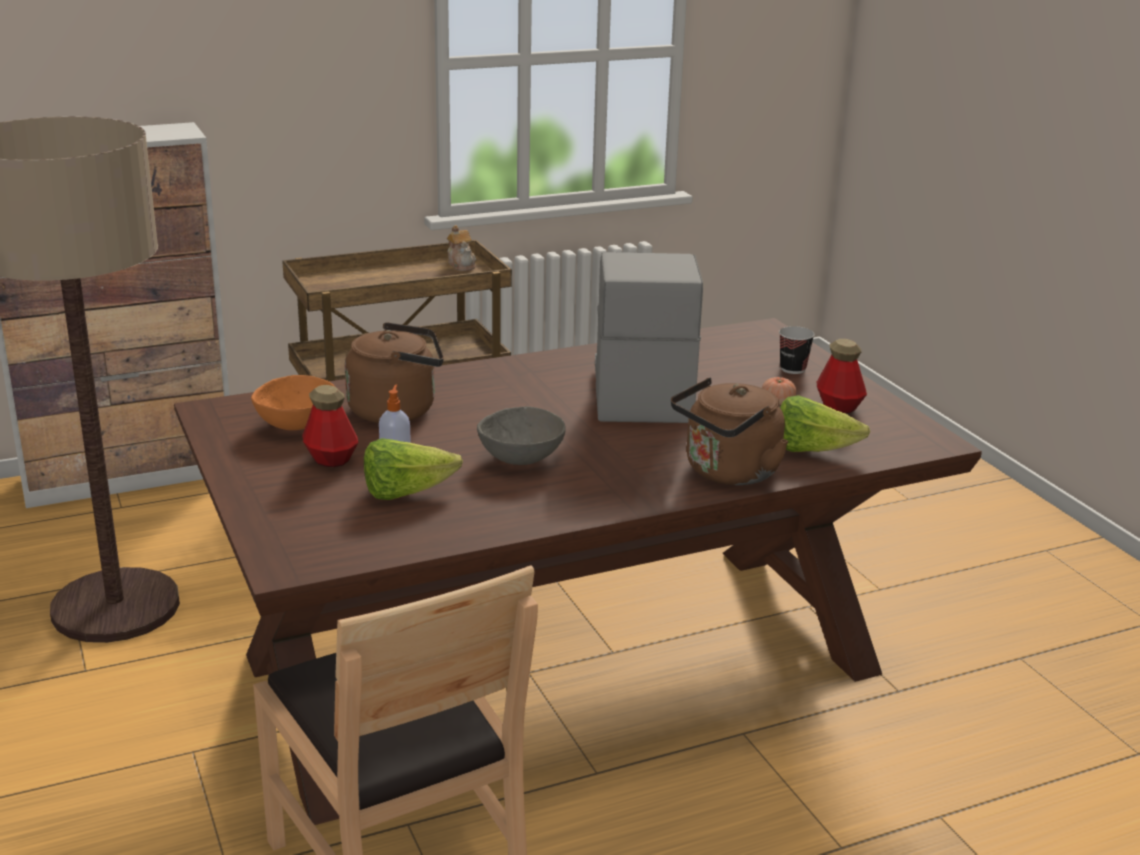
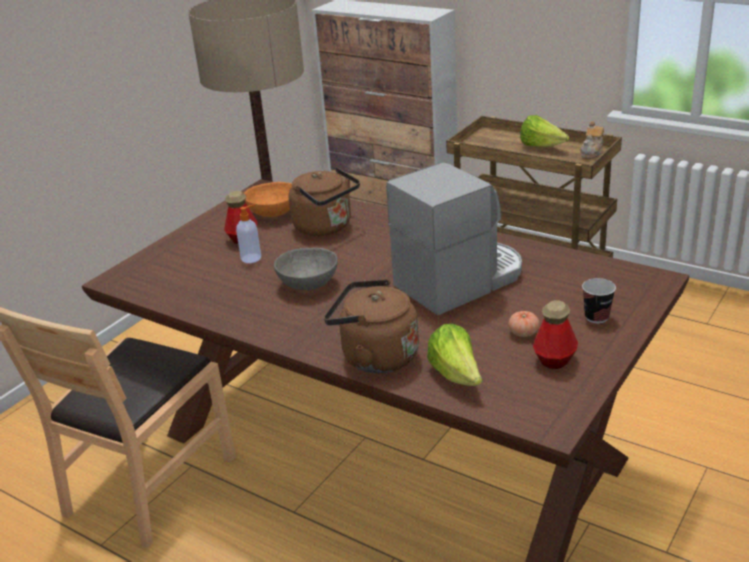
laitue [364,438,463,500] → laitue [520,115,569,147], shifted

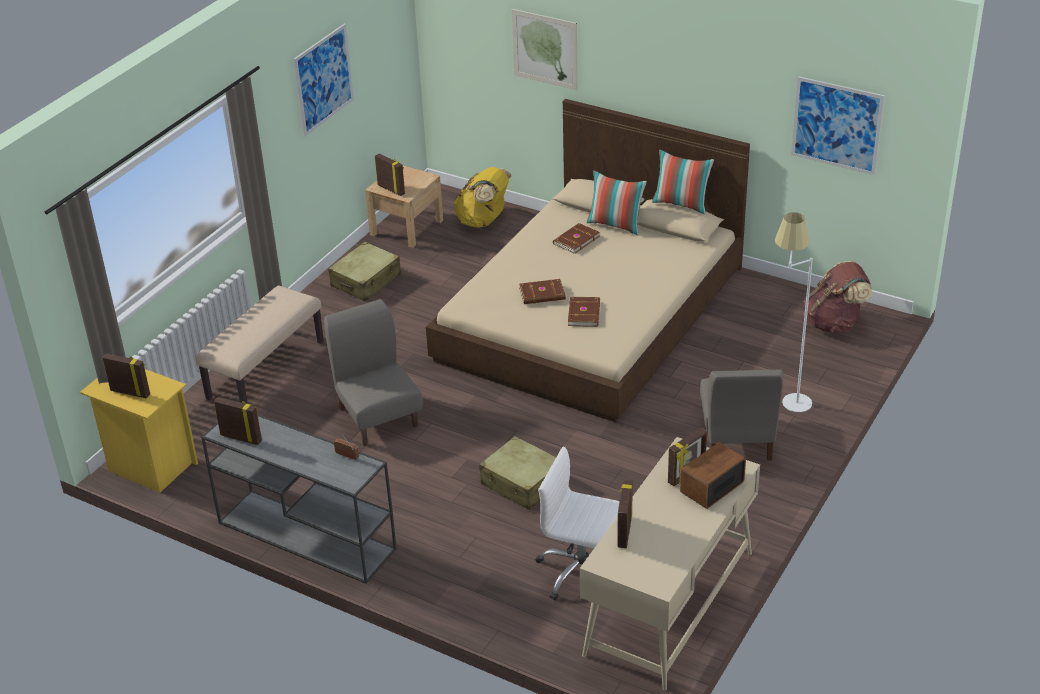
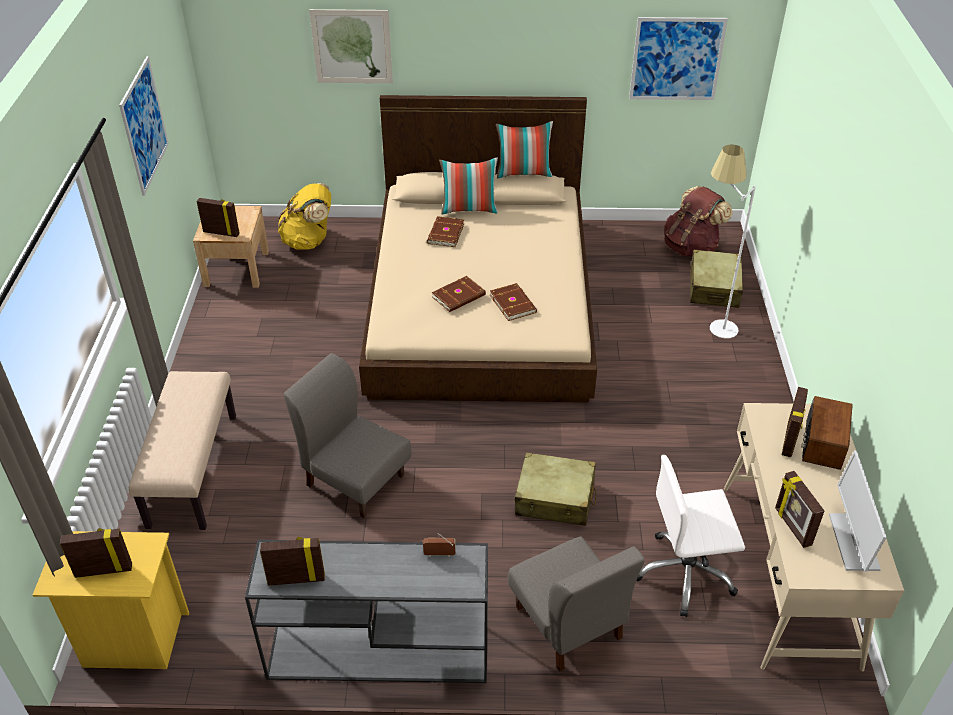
chaise [gris] [700,369,783,461] → chaise [gris] [507,536,645,672], shifted
valise [beige] [328,242,401,301] → valise [beige] [690,250,744,308], shifted
- → écran d'ordinateur [829,450,887,572]

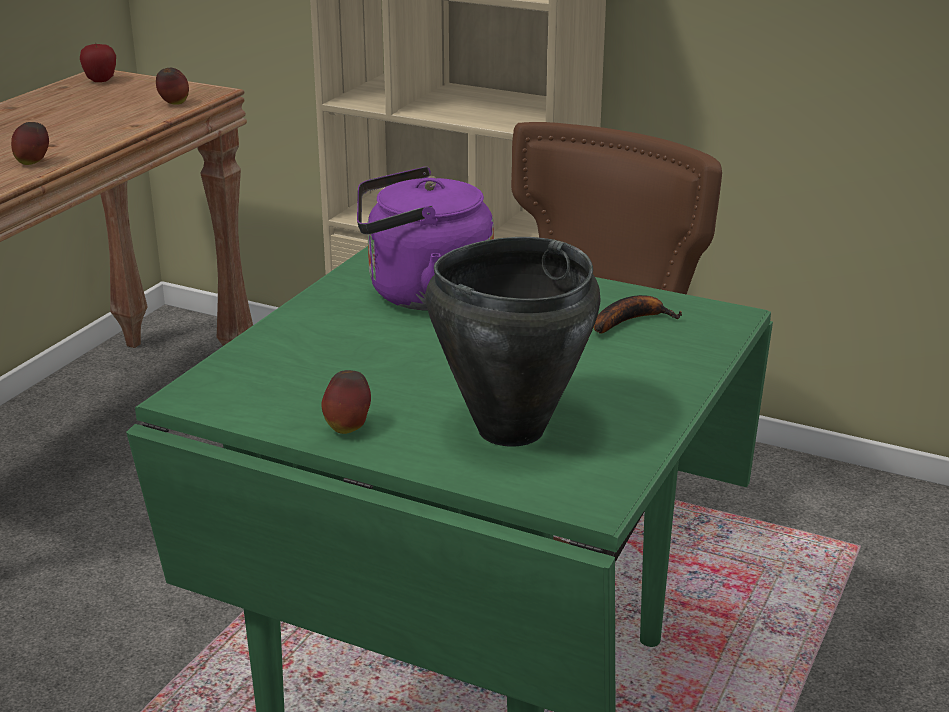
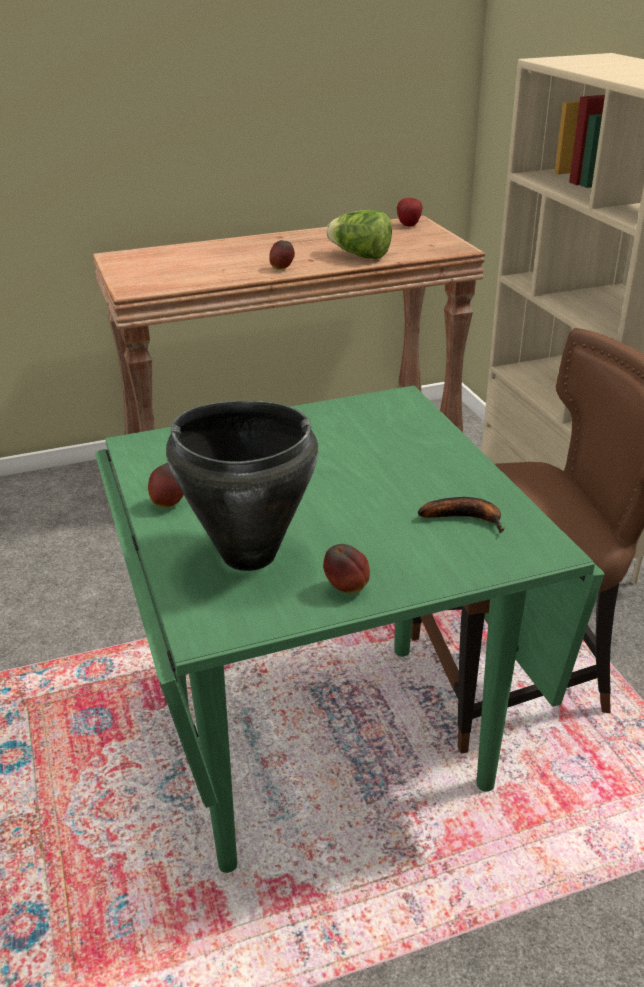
pomme [156,68,189,105] → pomme [323,544,370,593], shifted
- → laitue [326,209,392,259]
bouilloire [violet] [357,167,494,311] → -

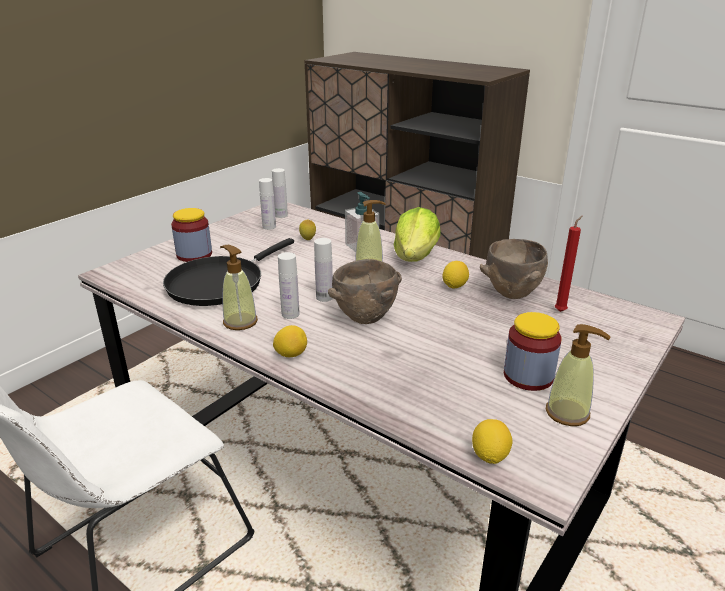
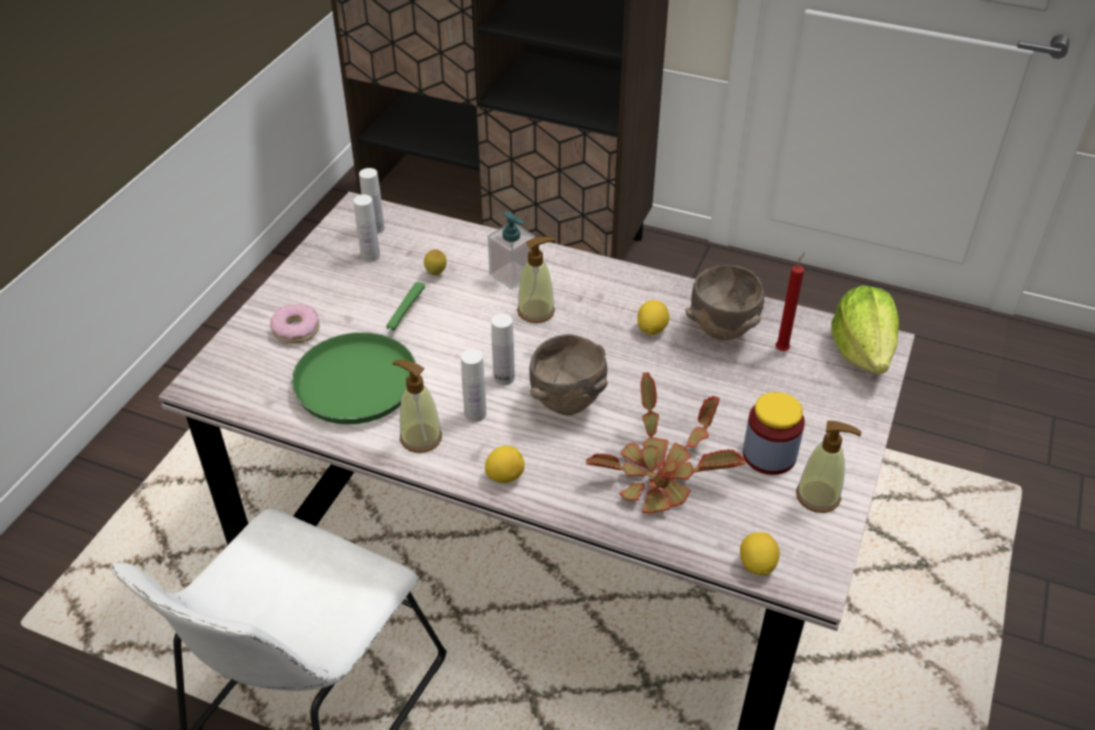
bocal [171,208,212,262] → beignet [270,304,320,343]
poêle [noir] [163,238,294,306] → poêle [vert] [291,282,425,424]
- → plante en pot [586,372,745,513]
laitue [394,207,441,262] → laitue [831,285,899,374], shifted

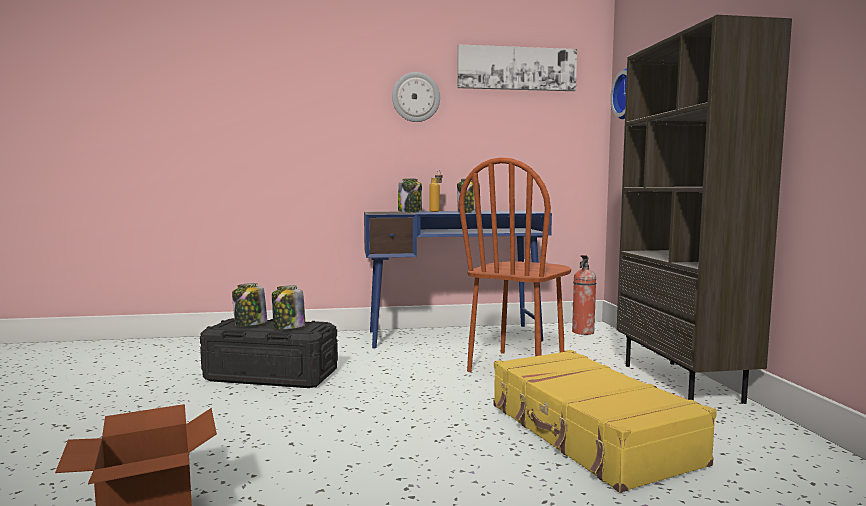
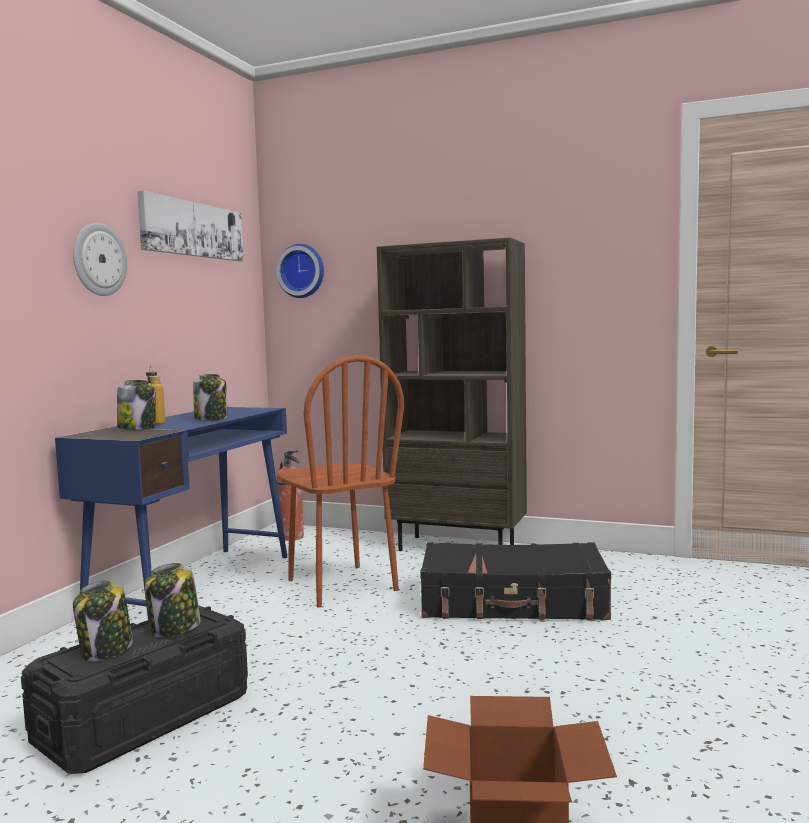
valise [jaune] [493,350,717,493] → valise [noir] [420,542,611,620]

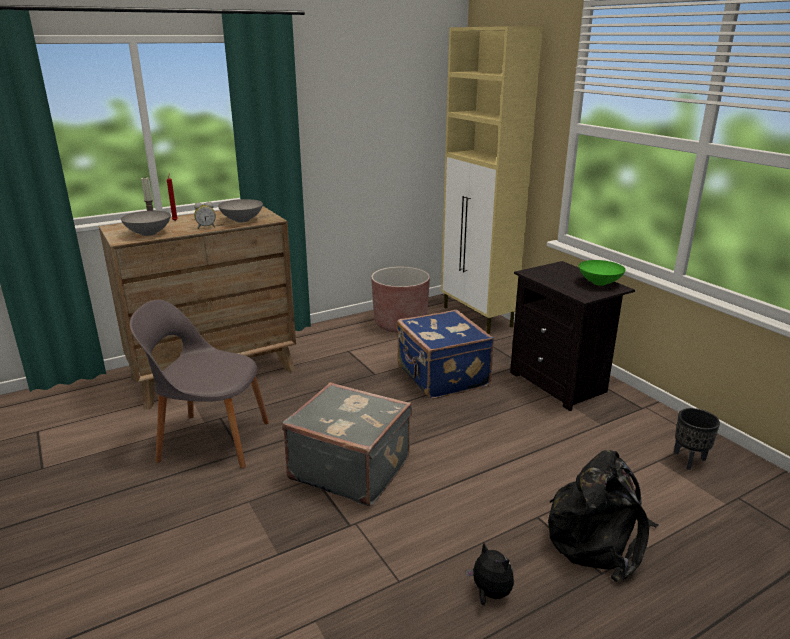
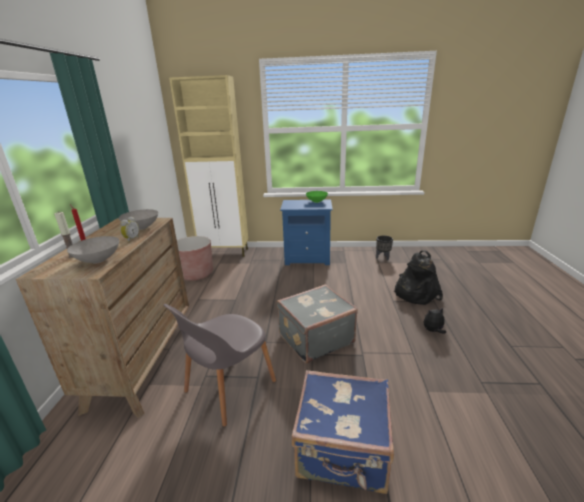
table de chevet [noir] [510,261,635,411] → table de chevet [bleu] [280,199,333,265]
valise [bleu] [397,310,494,399] → valise [bleu] [292,370,394,494], shifted

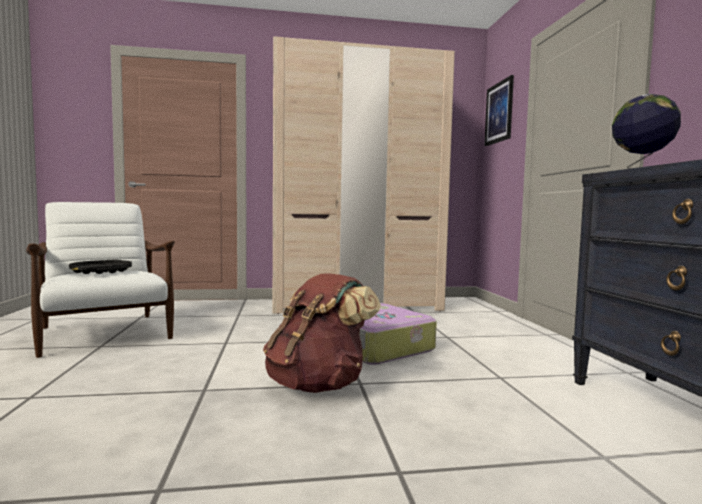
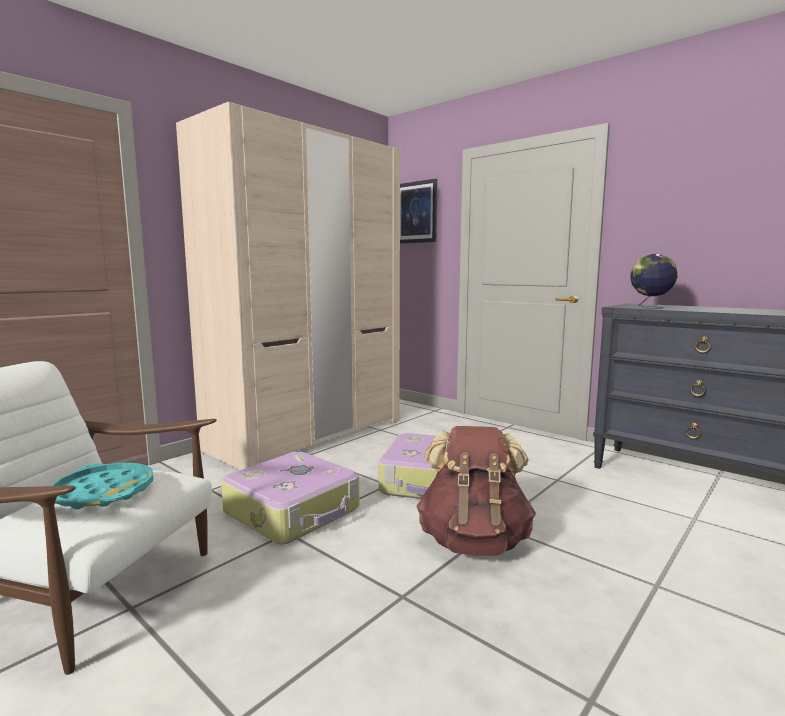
plateau [noir] [69,260,132,274] → plateau [turquoise] [51,463,153,509]
- → valise [221,452,359,545]

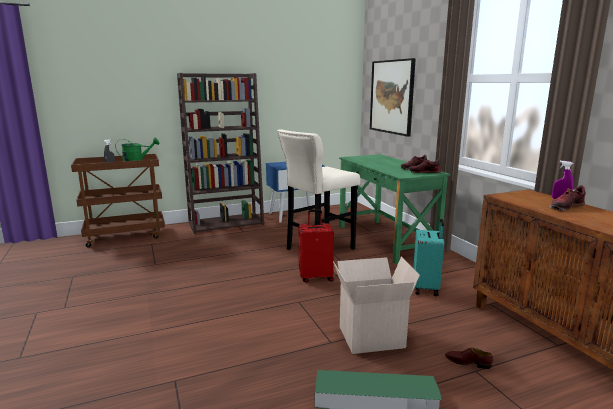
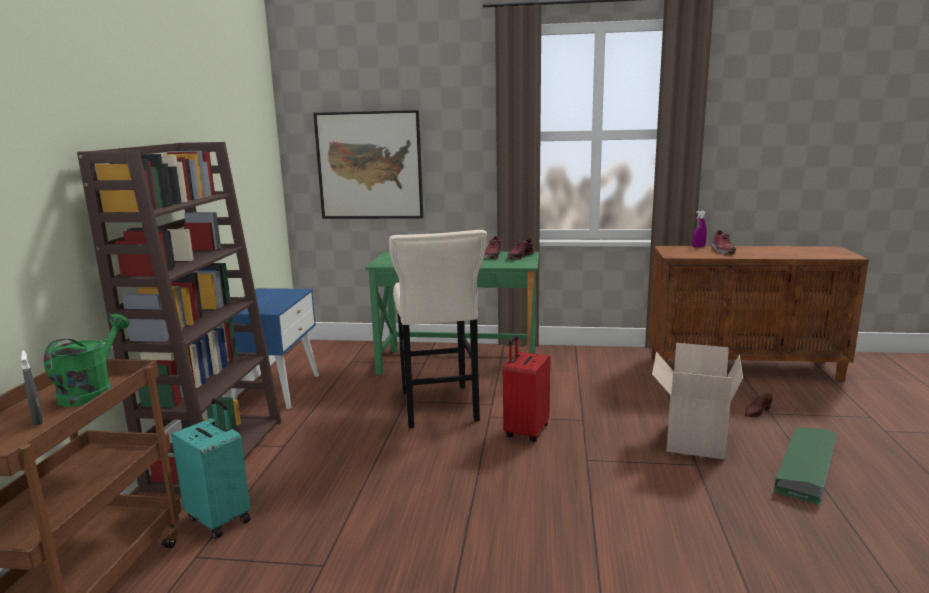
valise [turquoise] [413,219,444,296] → valise [turquoise] [171,398,251,539], shifted

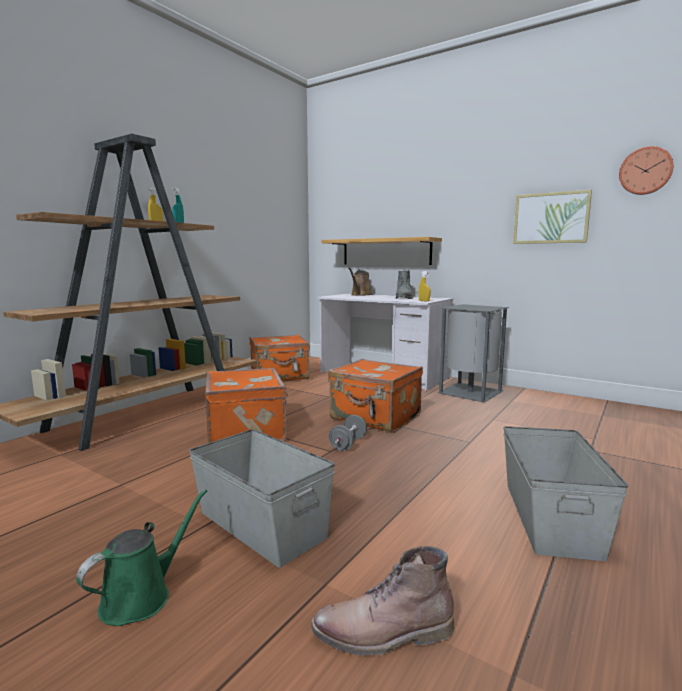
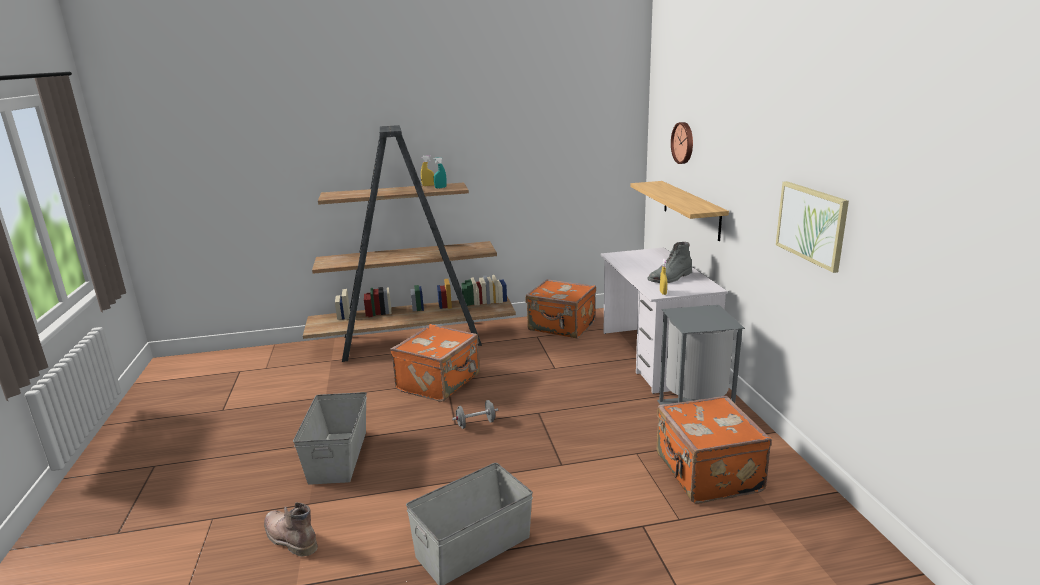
valise [orange] [328,359,423,433] → valise [orange] [656,396,772,504], shifted
horloge murale [619,146,673,195] → horloge murale [671,122,693,164], shifted
arrosoir [vert] [76,489,207,626] → -
arrosoir [marron] [348,268,372,296] → -

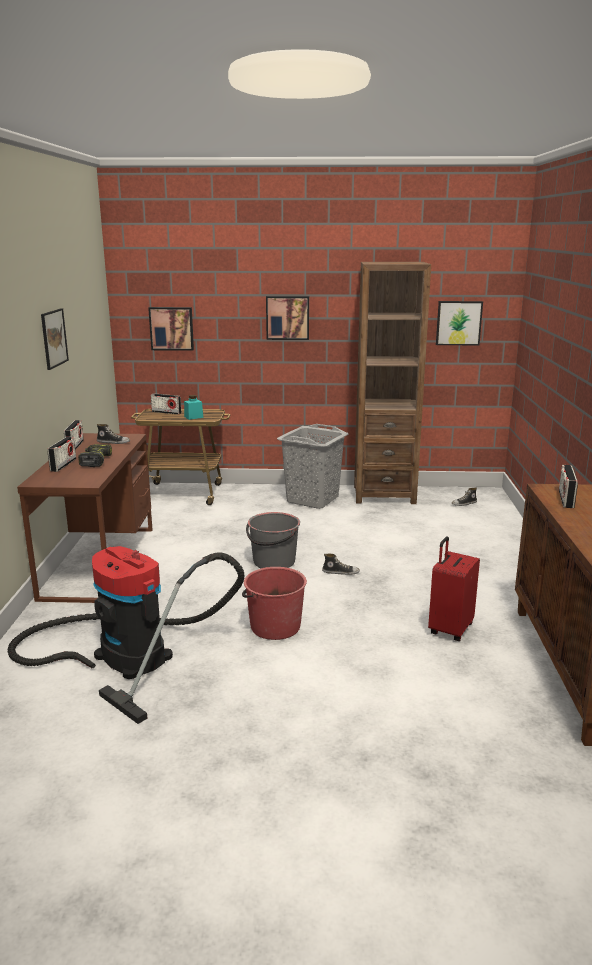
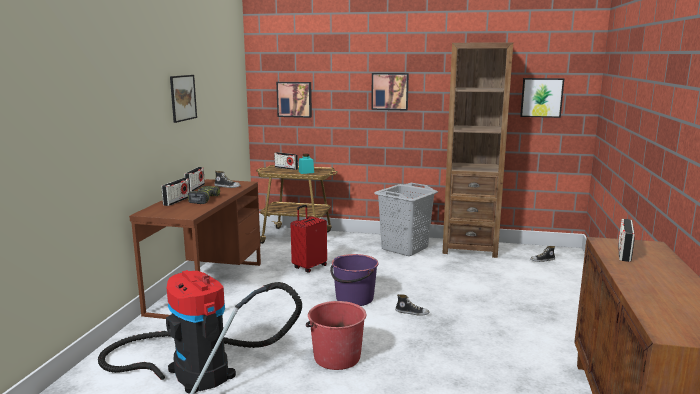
valise [rouge] [428,536,480,641] → valise [rouge] [291,205,327,273], shifted
seau [gris] [246,512,300,568] → seau [violet] [330,254,379,306]

